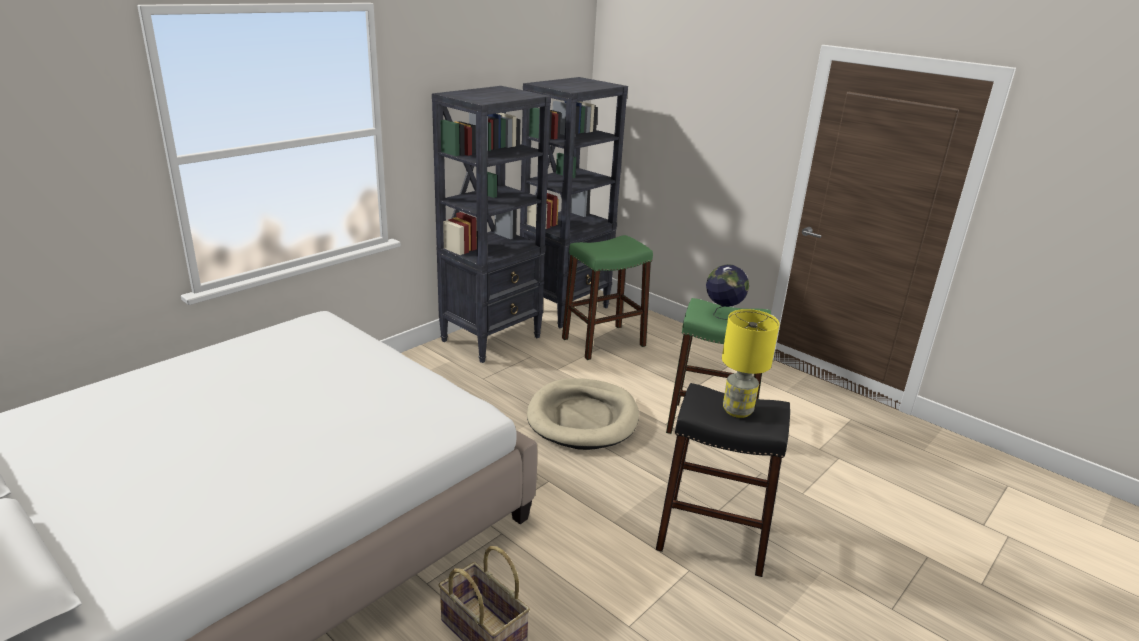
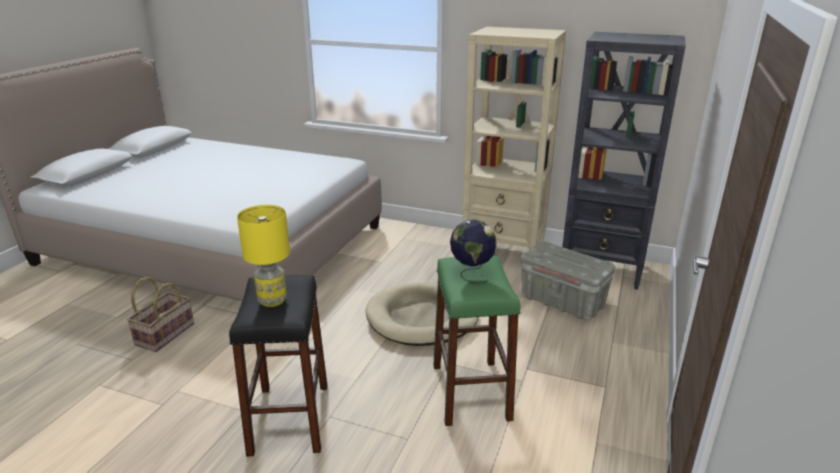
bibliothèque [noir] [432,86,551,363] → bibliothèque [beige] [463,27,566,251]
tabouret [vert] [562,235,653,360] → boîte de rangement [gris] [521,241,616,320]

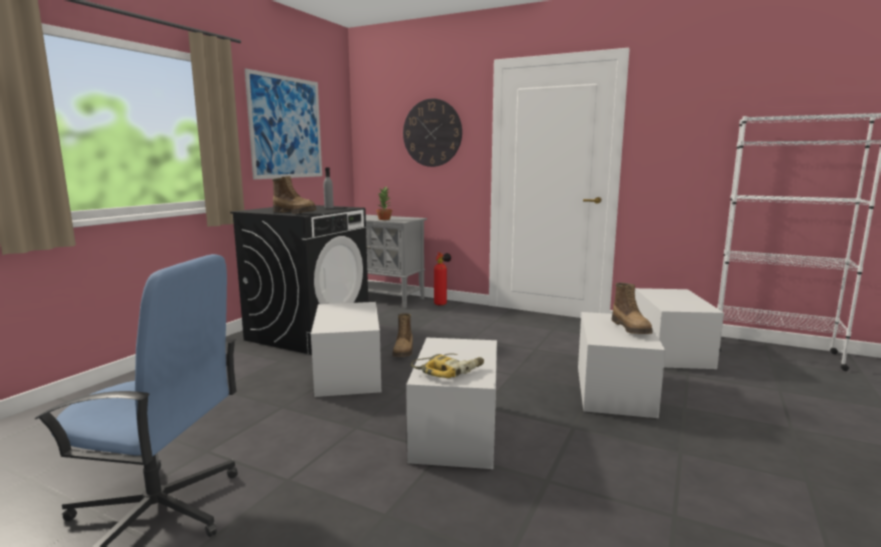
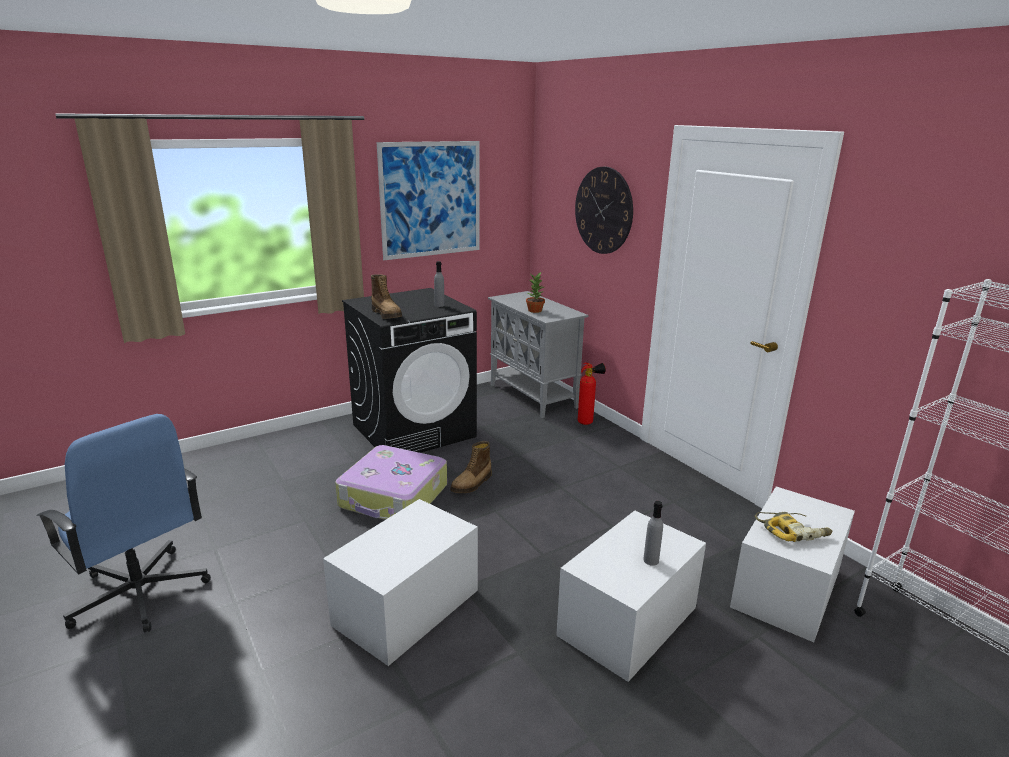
boîte de rangement [blanc] [311,302,381,397] → valise [336,445,447,520]
botte [612,283,653,334] → bouteille [gris] [643,501,663,566]
perceuse [411,353,484,378] → perceuse [755,512,832,542], shifted

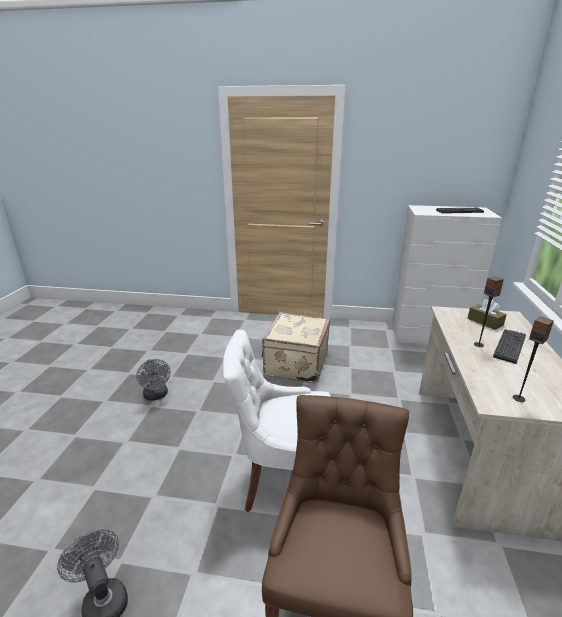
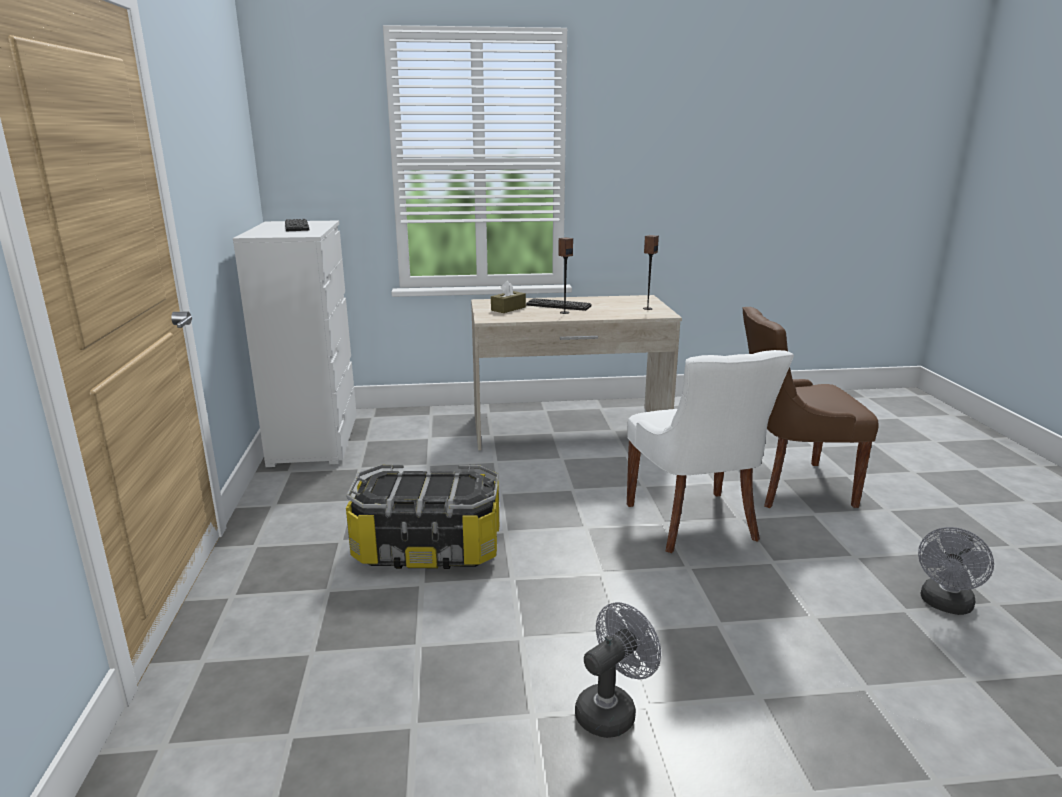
valise [beige] [262,312,330,383] → boîte de rangement [346,464,499,569]

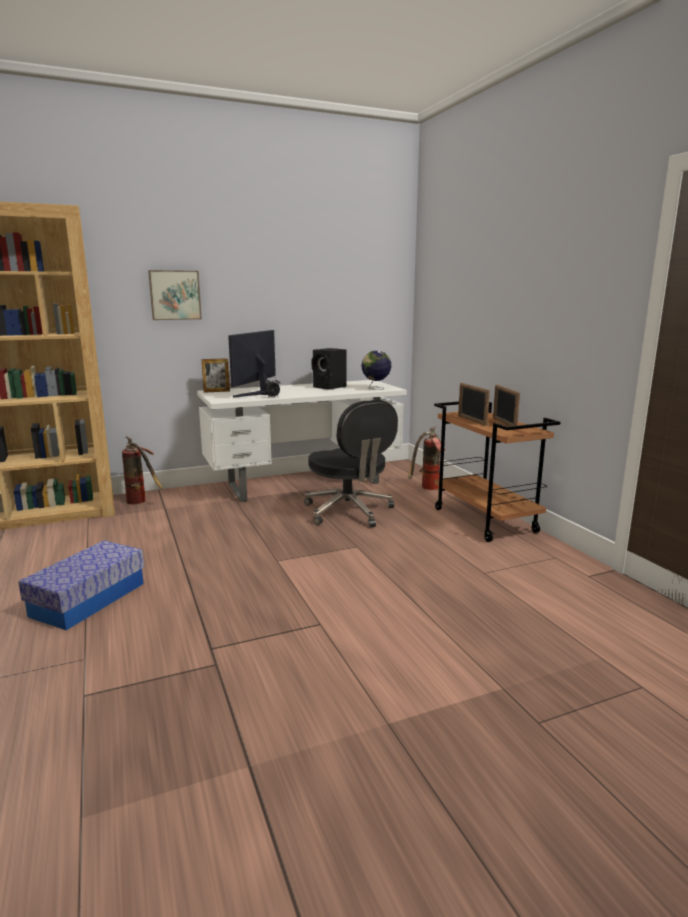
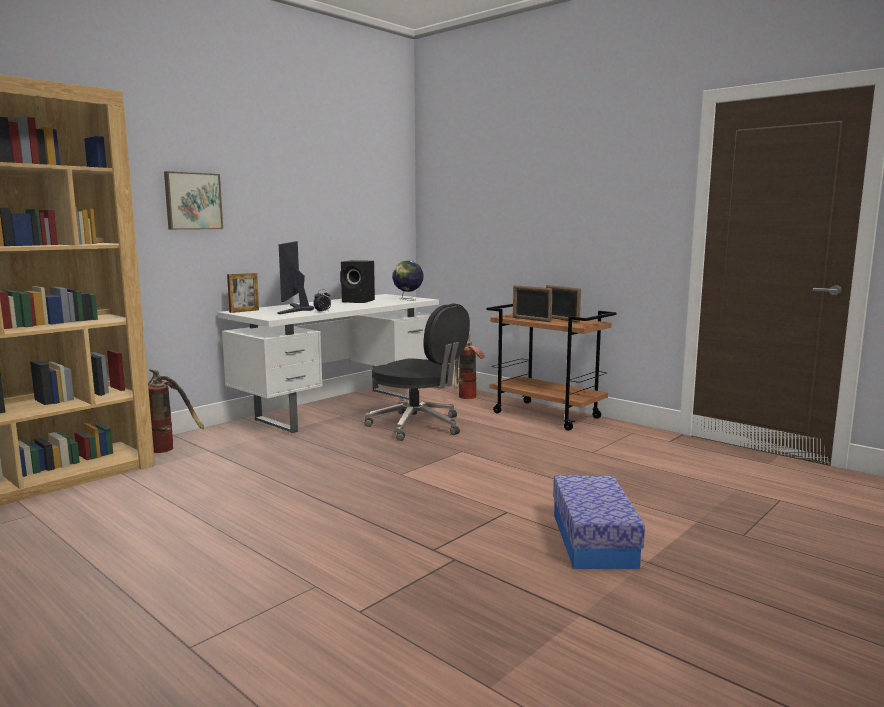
boîte de rangement [18,540,144,630] → boîte de rangement [553,475,645,569], shifted

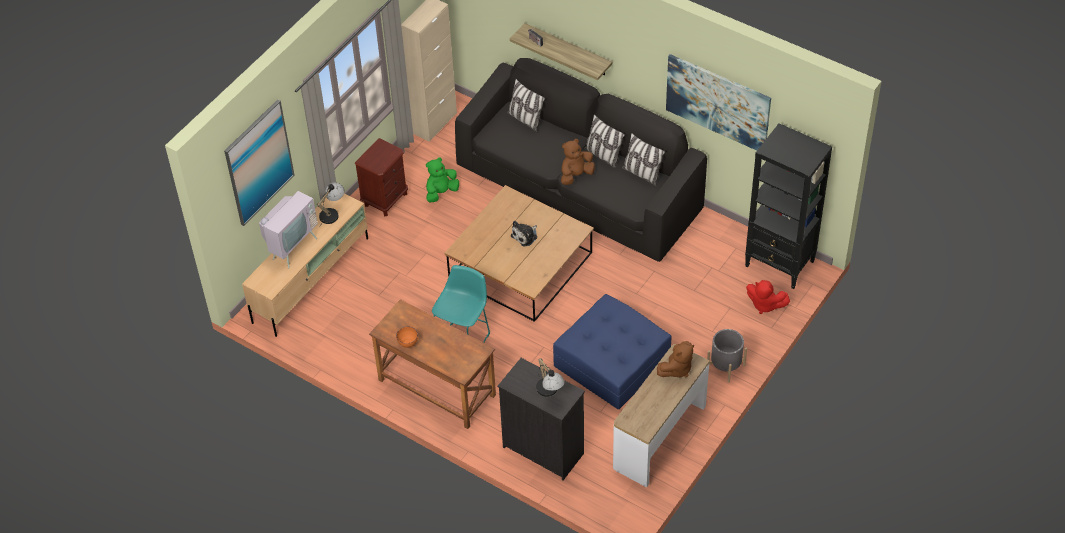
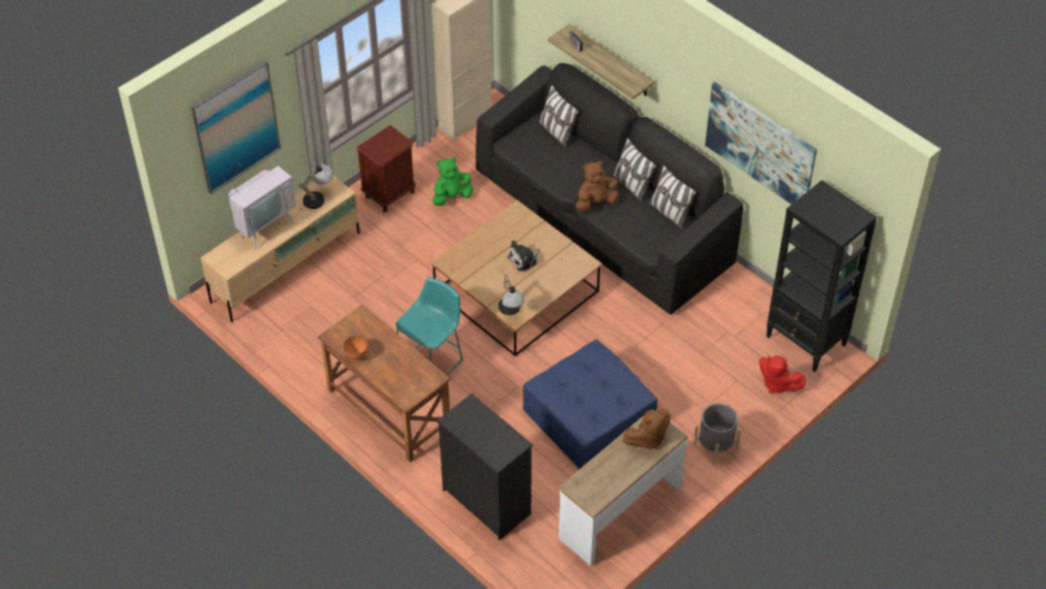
lampe de table [536,358,565,397] → lampe de table [498,274,525,315], shifted

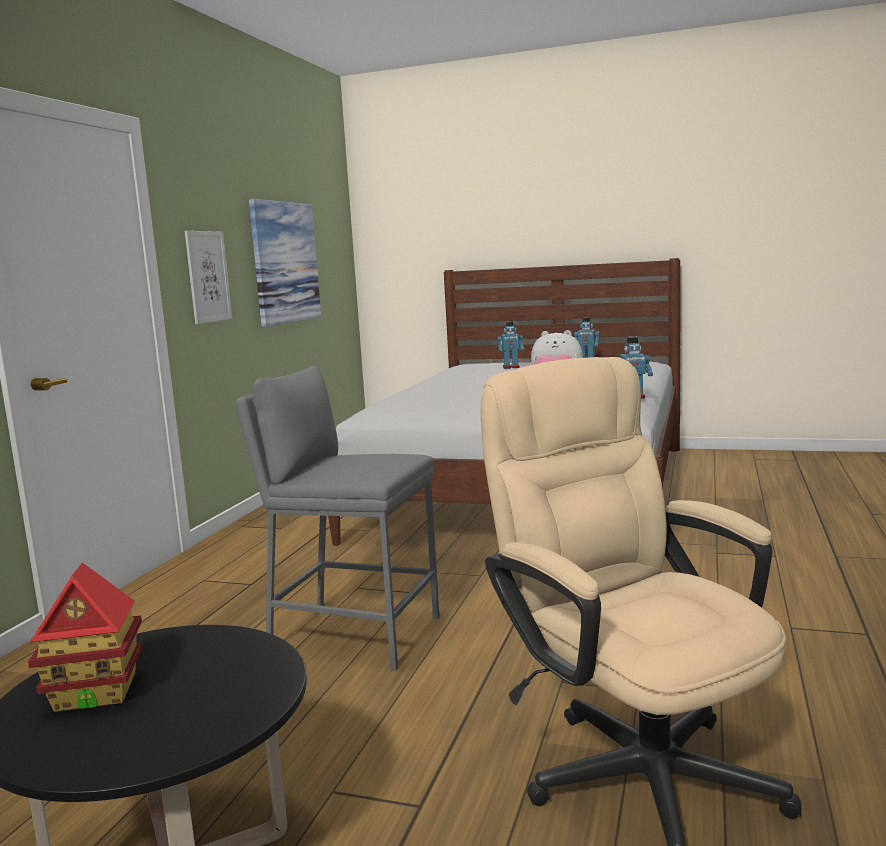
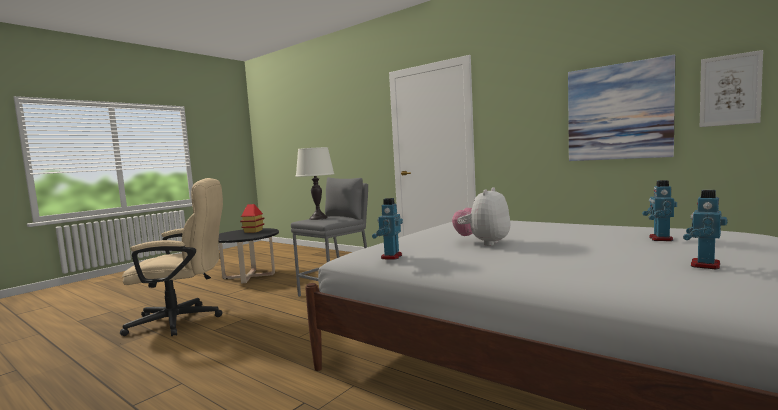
- → lampe de table [blanc] [296,147,334,220]
tableau [185,231,232,324] → tableau [700,50,763,127], shifted

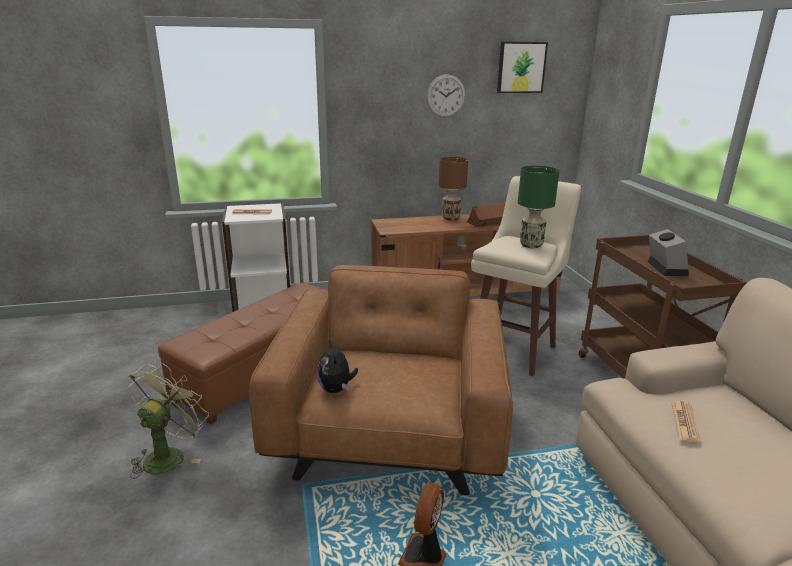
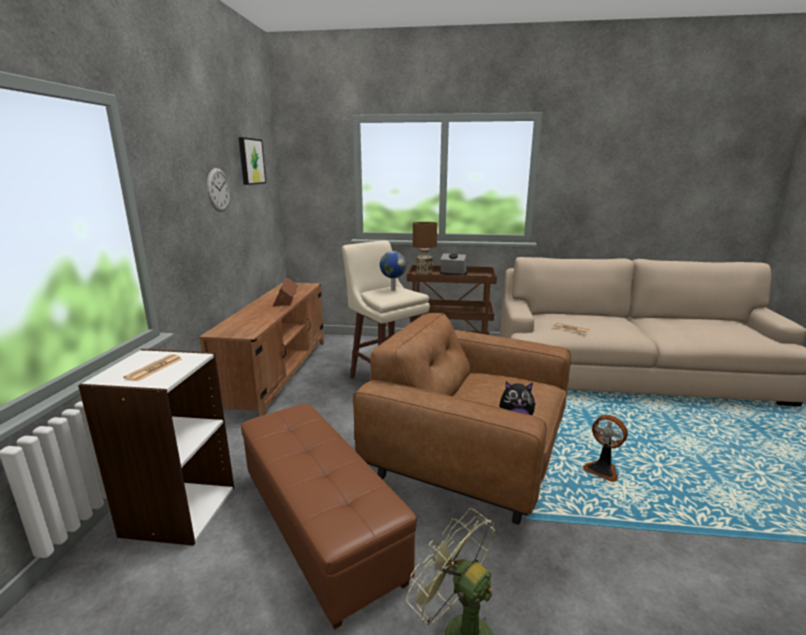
lampe de table [vert] [518,166,559,248] → globe [380,251,407,291]
lampe de table [marron] [439,157,468,220] → lampe de table [marron] [413,222,437,274], shifted

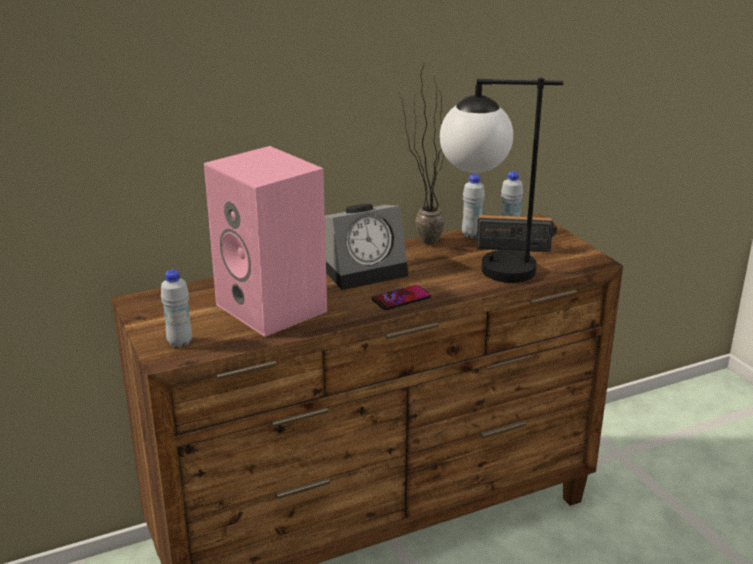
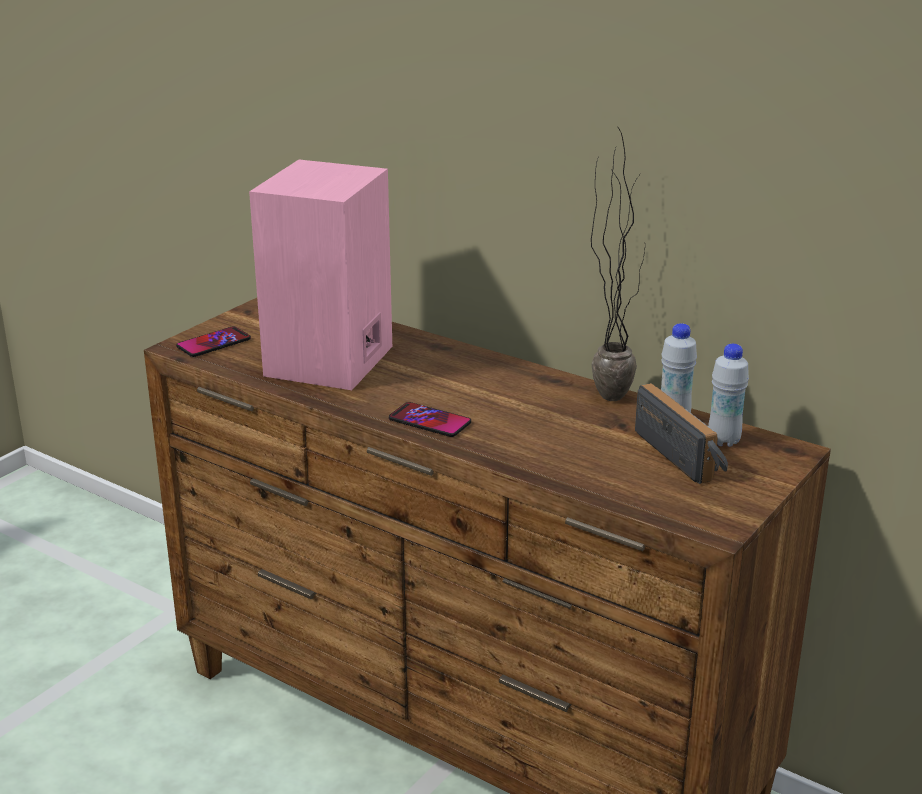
bouteille [blanc] [161,270,192,348] → téléphone [176,326,251,357]
réveil [325,204,408,290] → -
lampe de table [440,78,563,283] → -

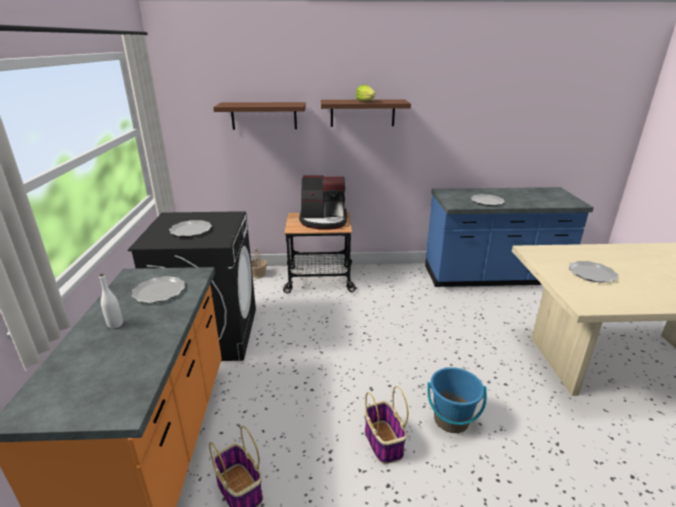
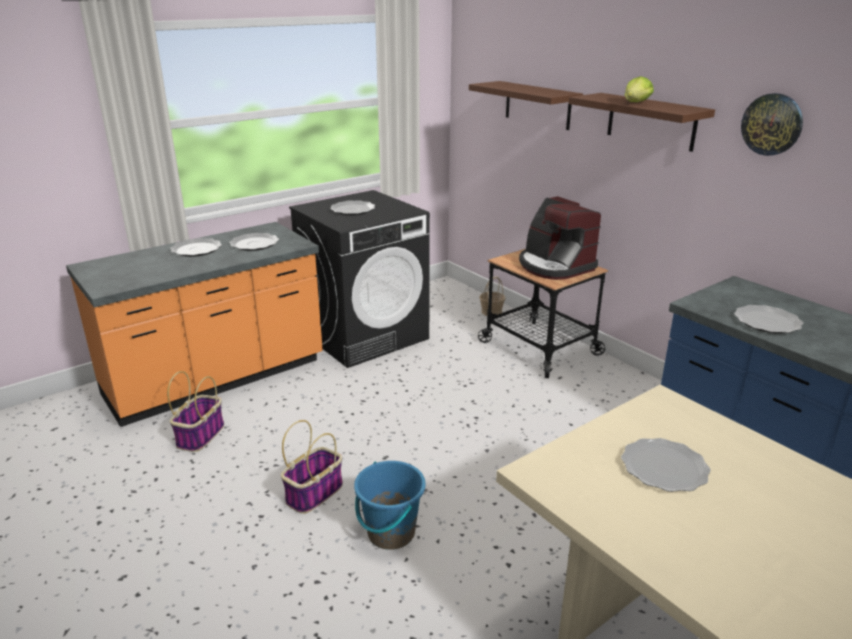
bouteille [blanc] [99,274,123,329] → assiette [170,238,222,257]
- → horloge murale [741,93,803,156]

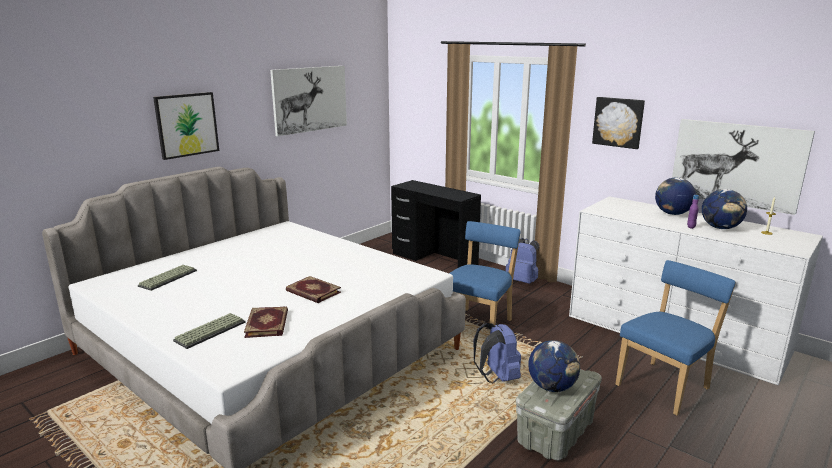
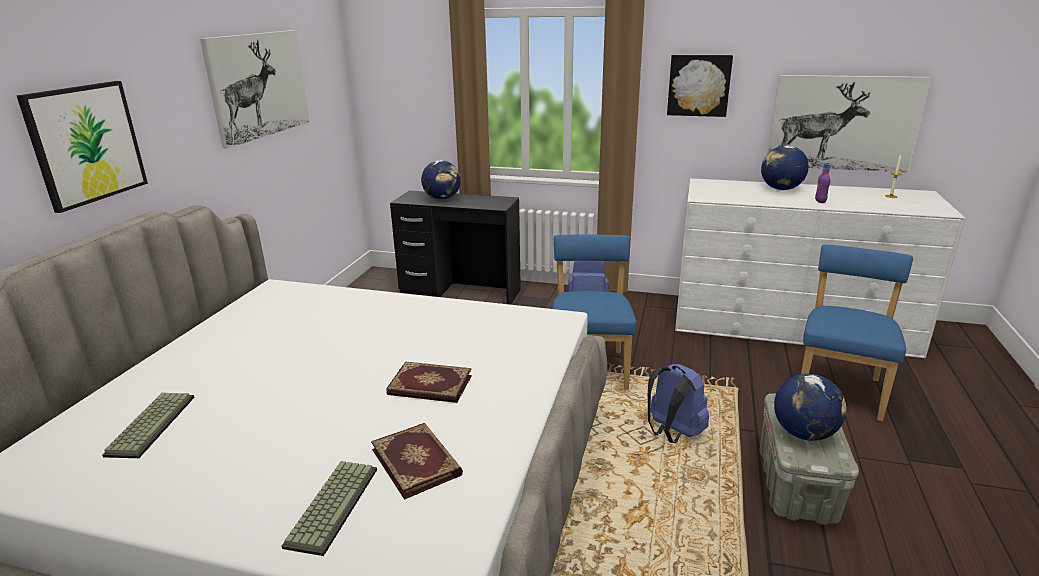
globe [702,189,747,229] → globe [421,160,461,200], shifted

